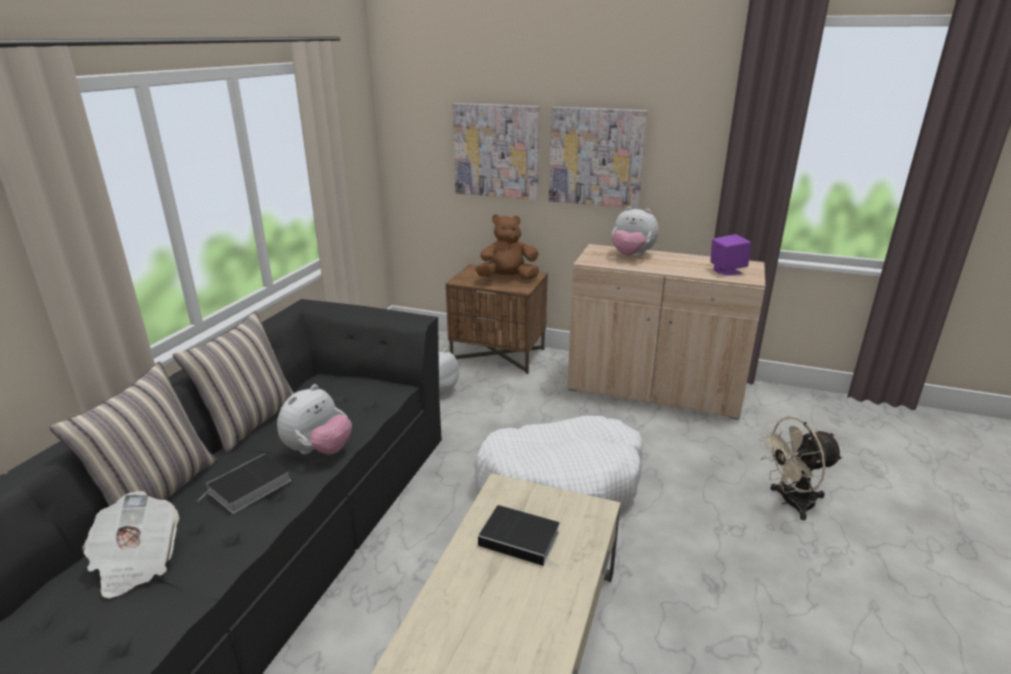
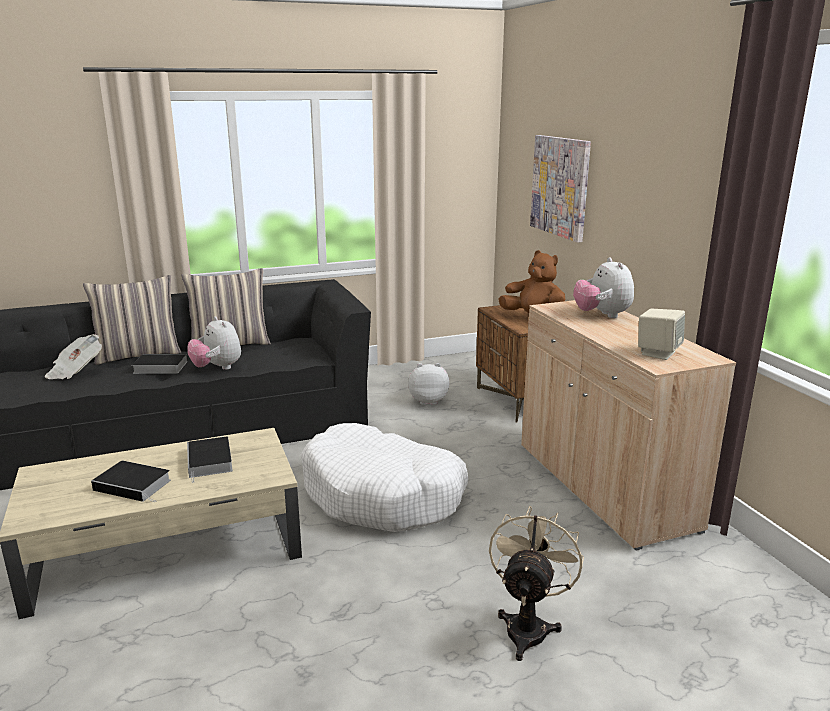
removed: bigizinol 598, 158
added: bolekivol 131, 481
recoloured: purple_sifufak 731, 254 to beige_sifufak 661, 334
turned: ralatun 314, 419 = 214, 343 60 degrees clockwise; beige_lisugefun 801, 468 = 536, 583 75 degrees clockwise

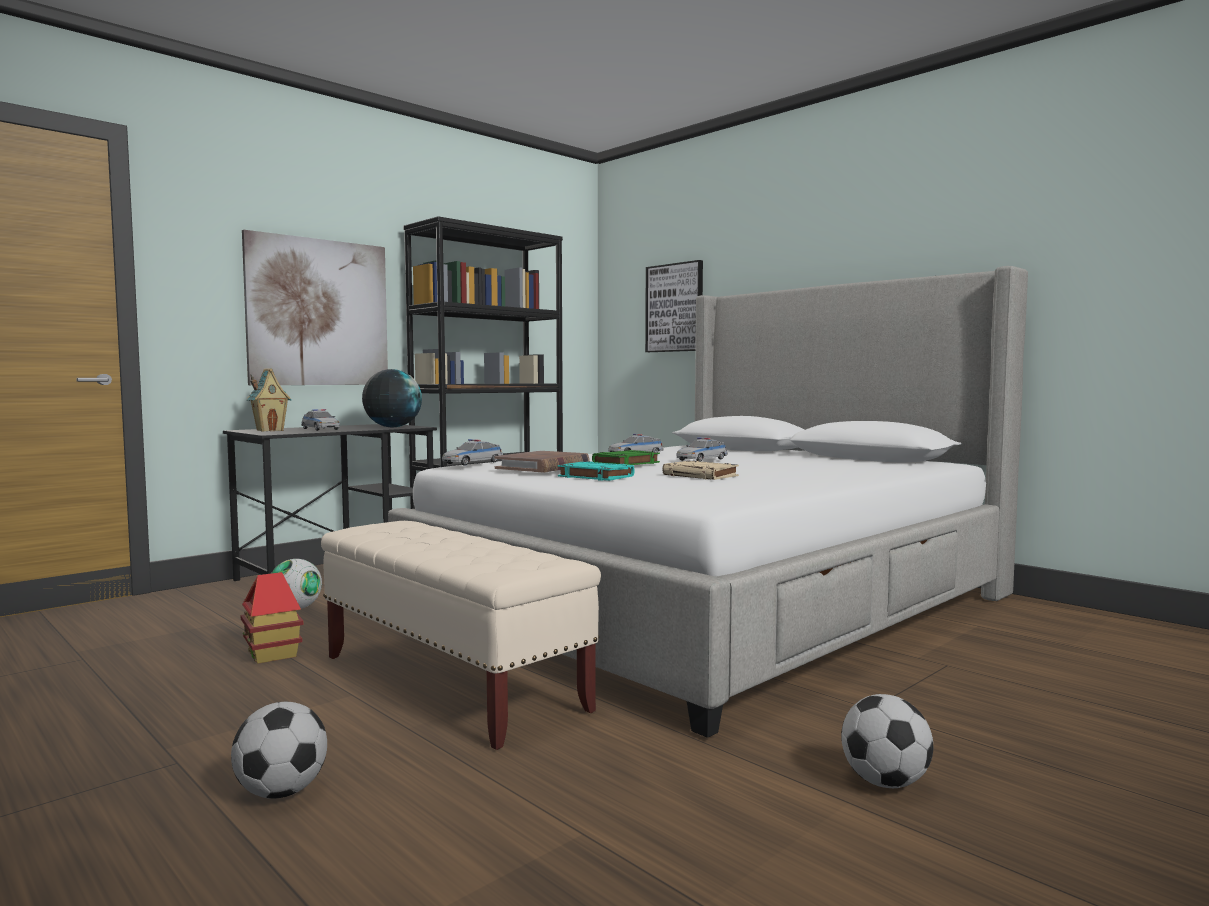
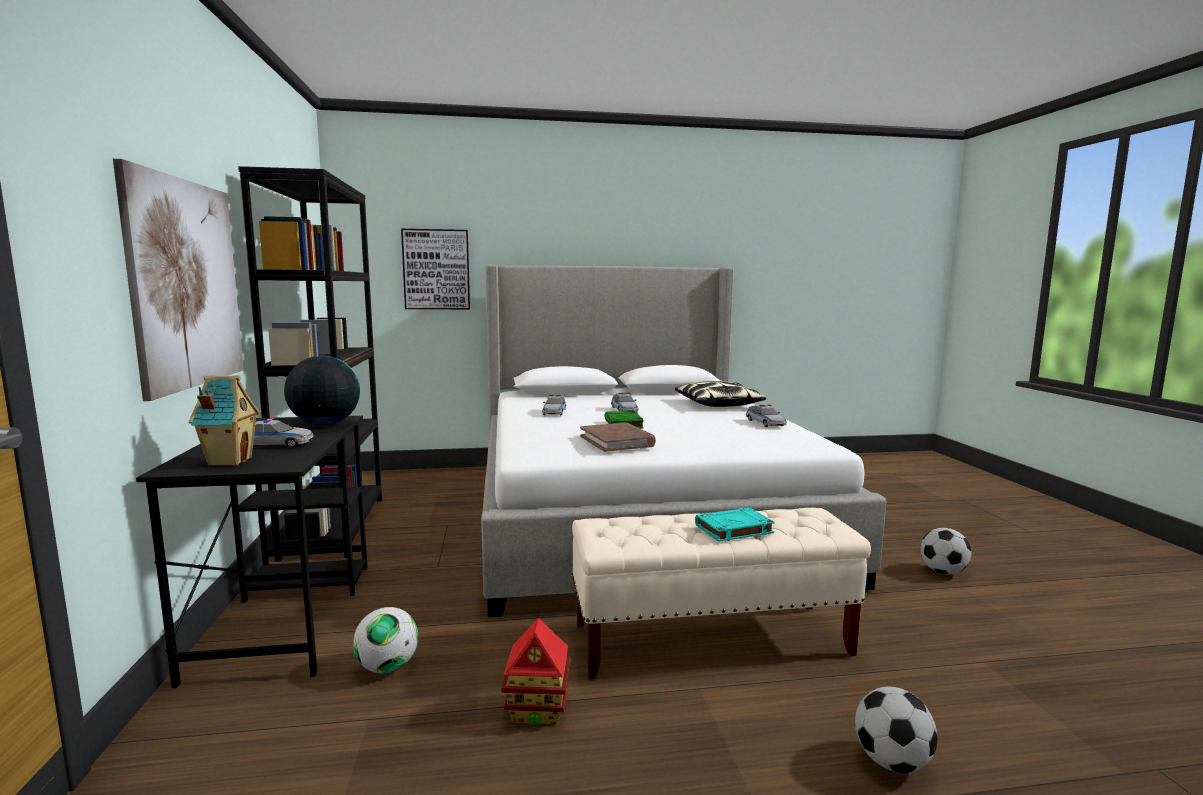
removed: beige_bolekivol 700, 470
added: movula 720, 394
moved: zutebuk 472, 452 to 766, 415; turquoise_bolekivol 596, 471 to 735, 525

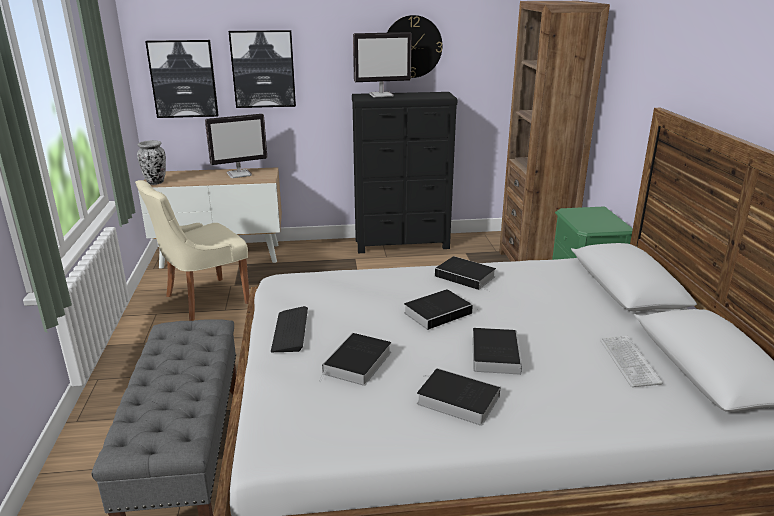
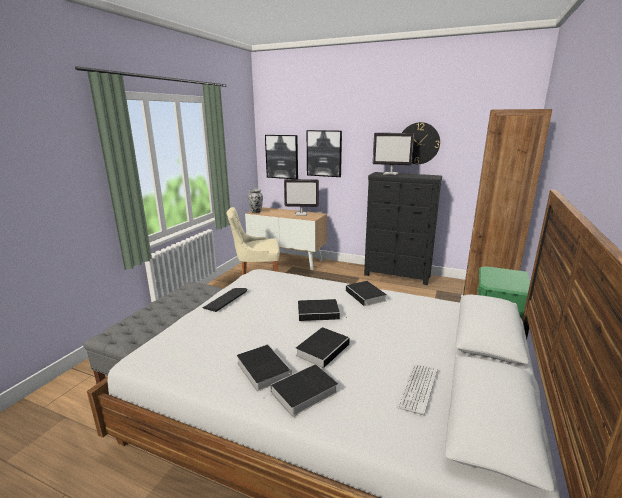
moved: bolekivol 355, 359 to 300, 390

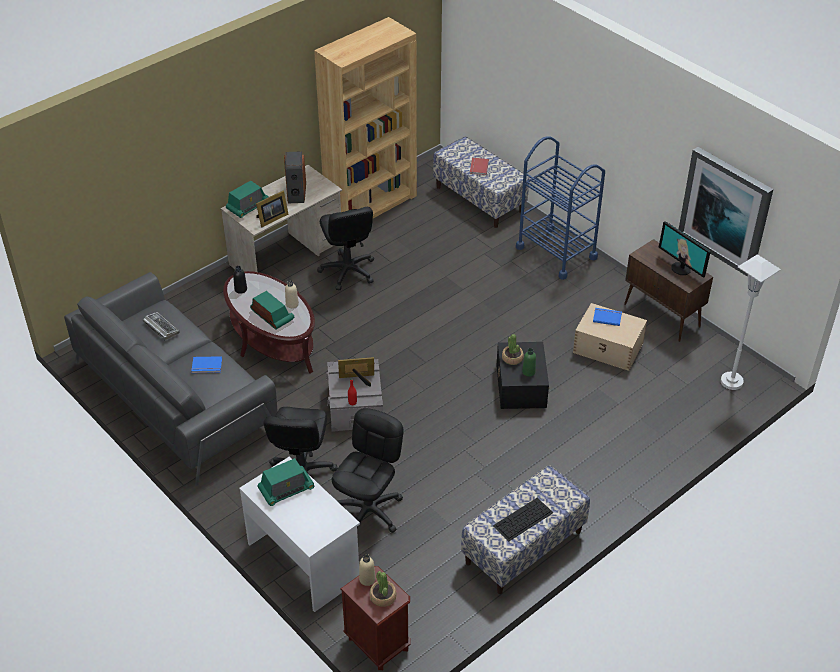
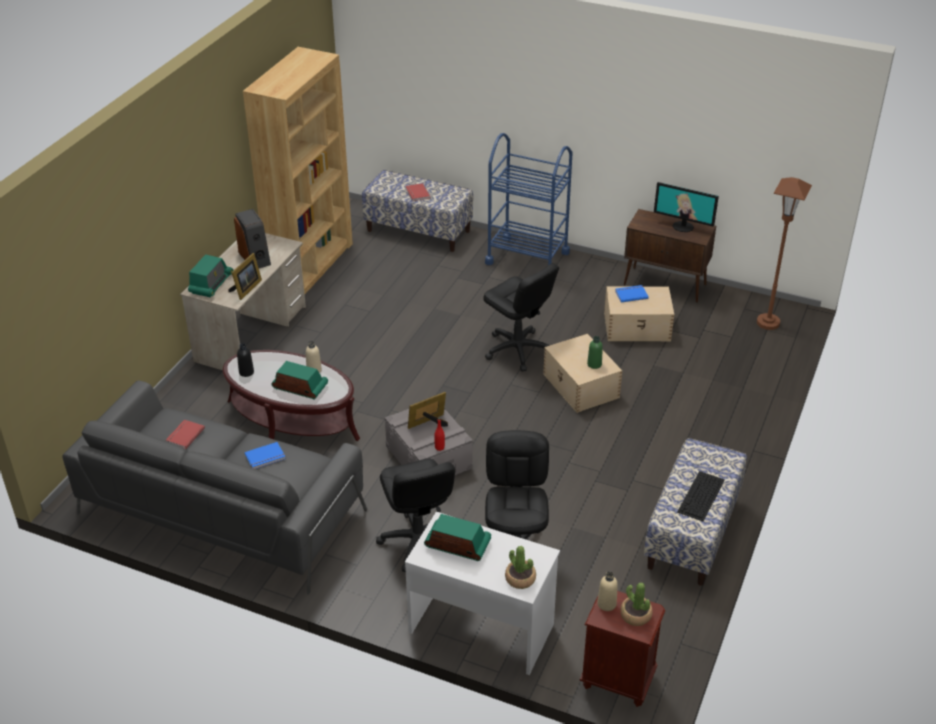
removed: bigizinol 725, 212
moved: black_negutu 345, 249 to 521, 317; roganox 513, 349 to 520, 567
replaced: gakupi 161, 326 to red_bolekivol 185, 434
recoloured: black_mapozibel 522, 375 to beige_mapozibel 582, 373; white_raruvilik 751, 322 to brown_raruvilik 784, 253
turned: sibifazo 285, 482 = 457, 537 105 degrees counterclockwise

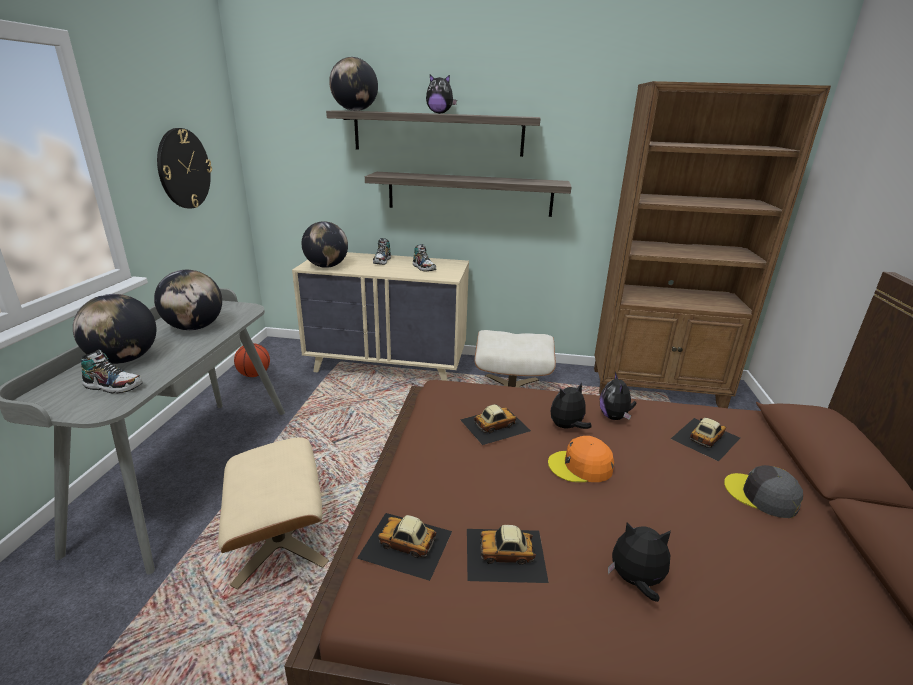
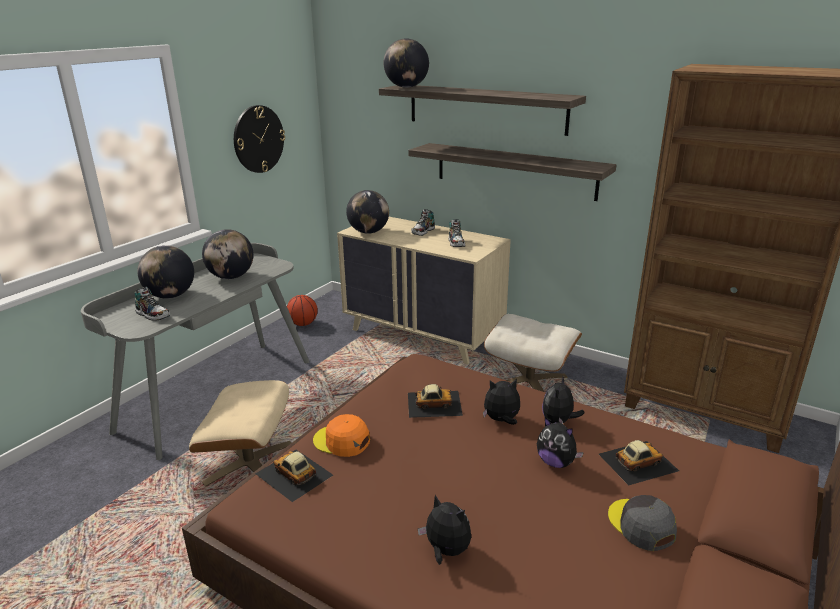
removed: zutebuk 508, 554
moved: ralatun 441, 94 to 560, 442; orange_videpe 581, 459 to 341, 435

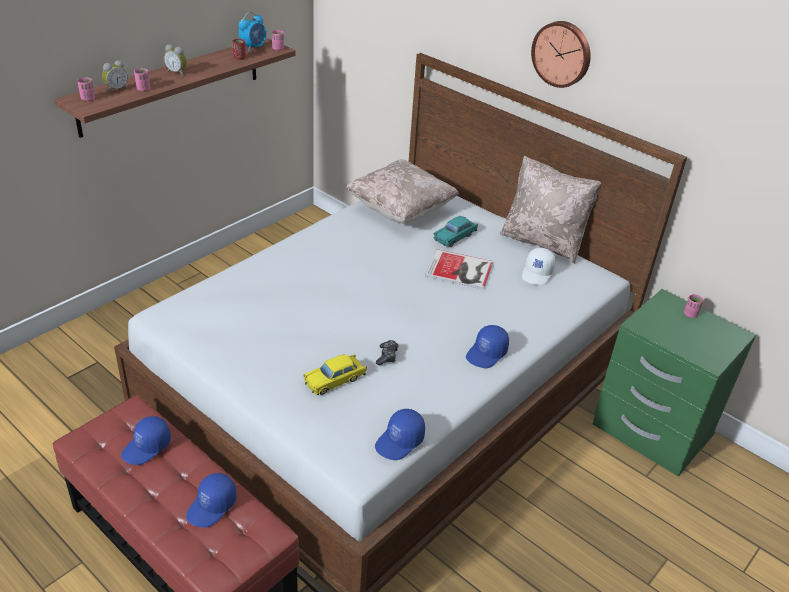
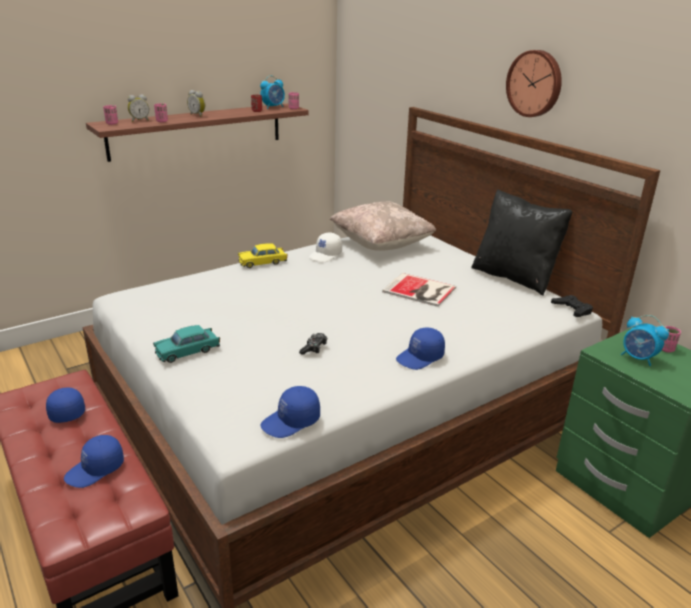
added: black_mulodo 572, 306; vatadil 645, 340
moved: yellow_zutebuk 335, 374 to 262, 255; turquoise_zutebuk 456, 231 to 186, 344; white_videpe 538, 266 to 325, 247
recoloured: beige_movula 550, 210 to black_movula 521, 242
turned: blue_videpe 146, 440 = 65, 405 105 degrees clockwise

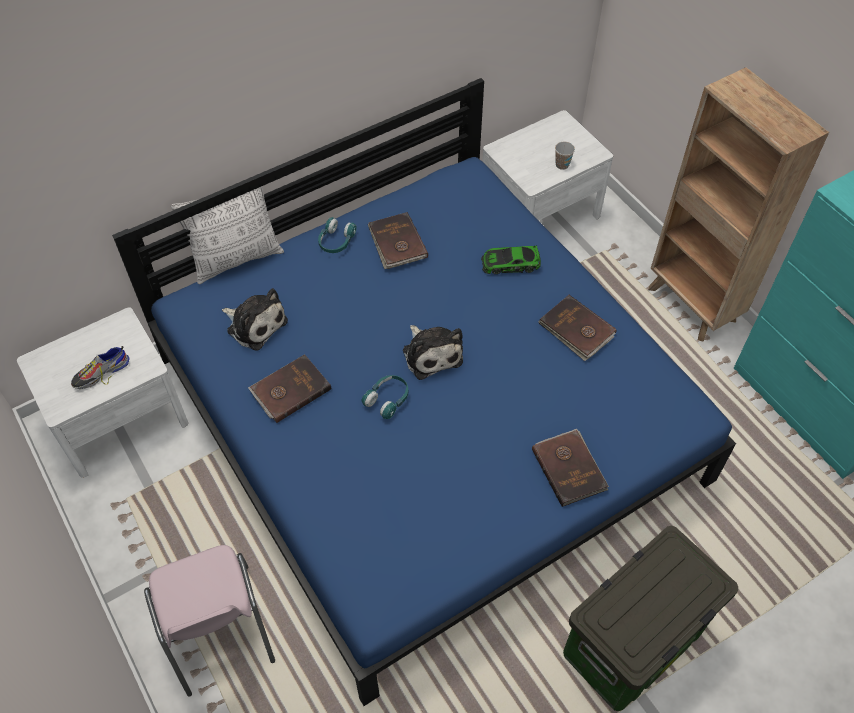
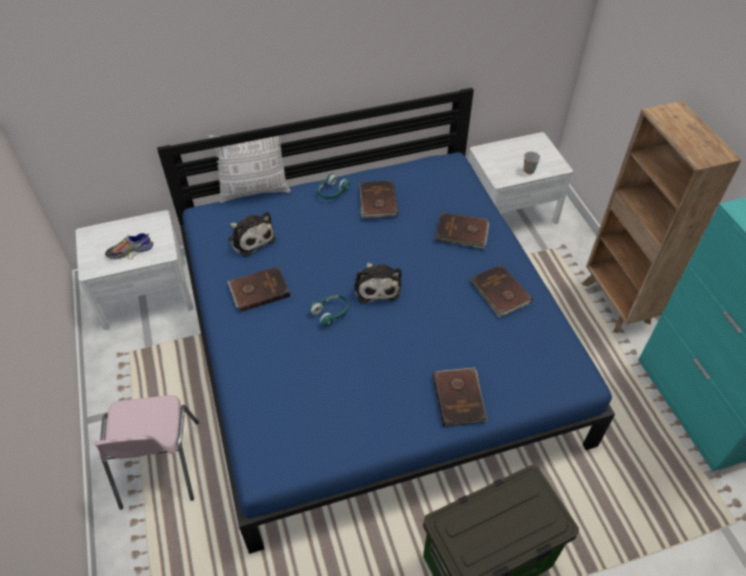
replaced: zutebuk 511, 260 to brown_bolekivol 462, 230

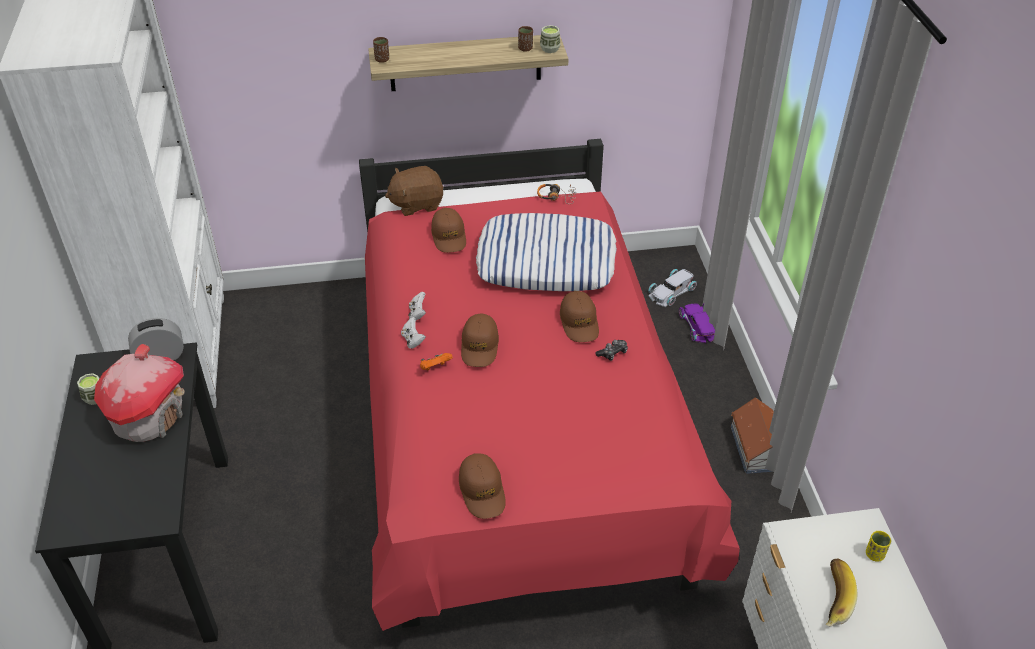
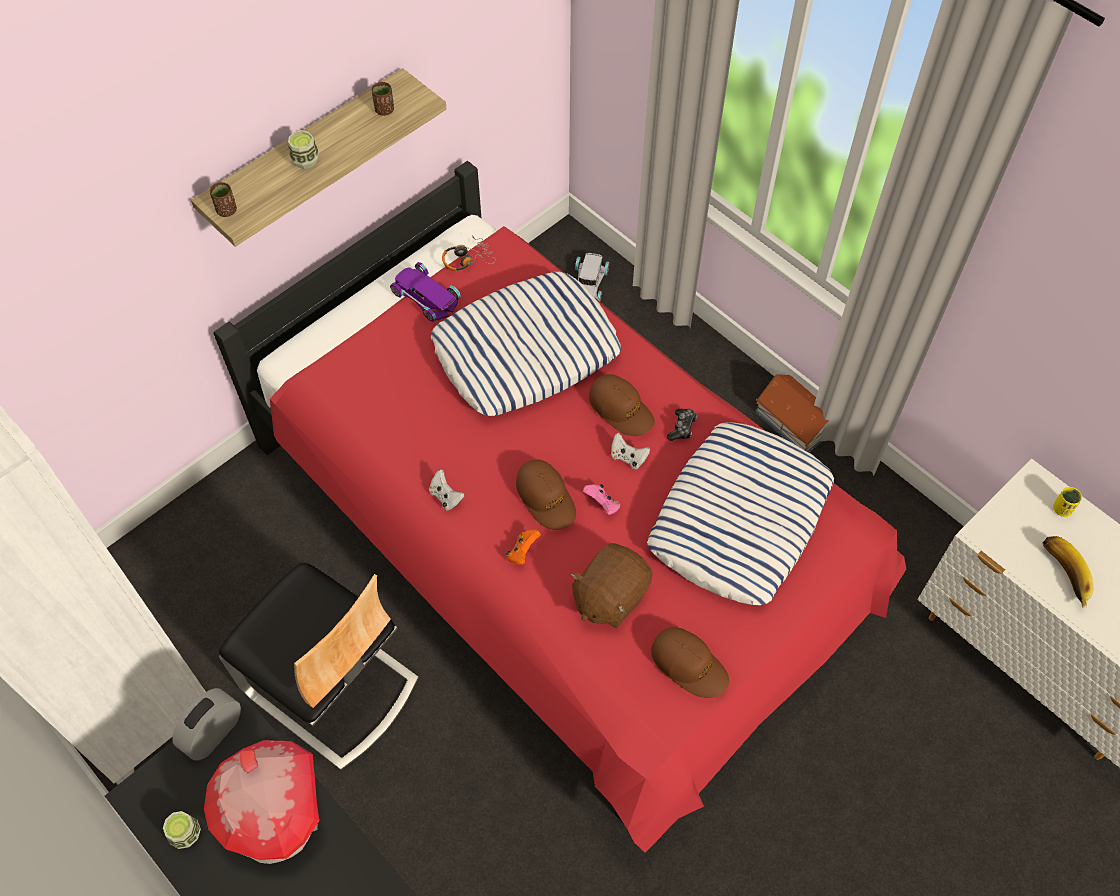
removed: brown_videpe 448, 230
added: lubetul 319, 666; pink_mulodo 601, 499; movula 740, 513
moved: brown_ralatun 414, 191 to 611, 585; white_mulodo 413, 333 to 630, 451; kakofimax 550, 39 to 303, 149; purple_zutebuk 697, 323 to 425, 292

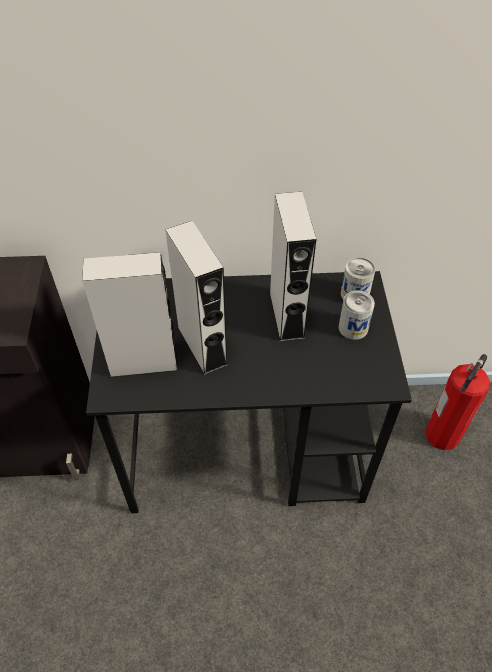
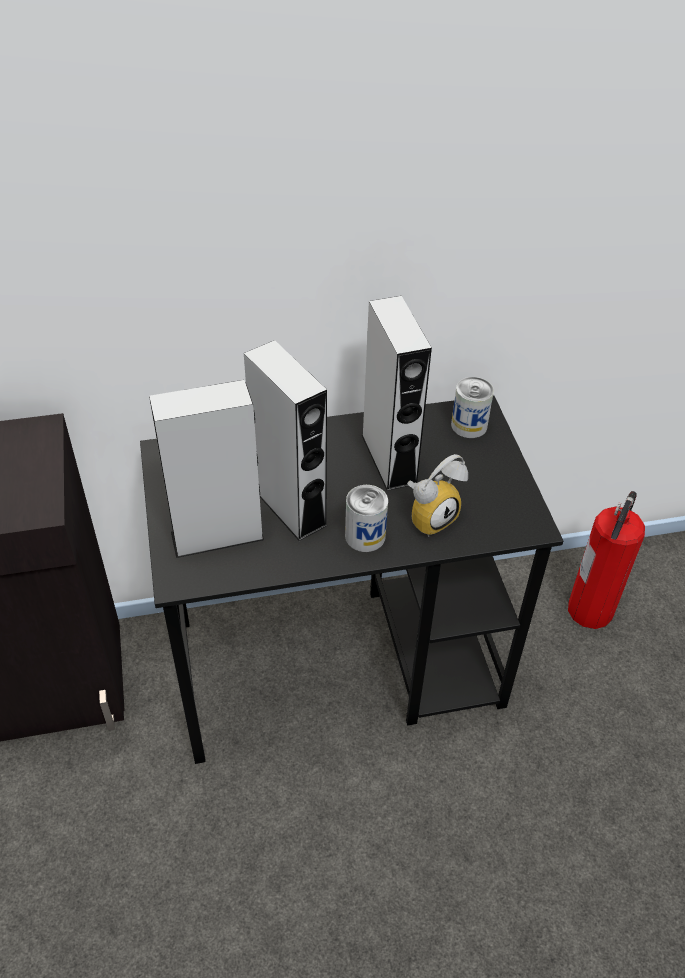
added: vatadil 437, 495
moved: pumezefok 357, 315 to 366, 518

